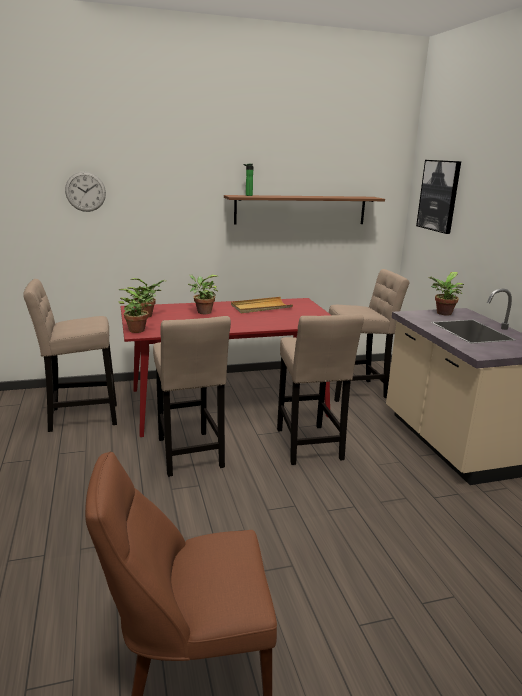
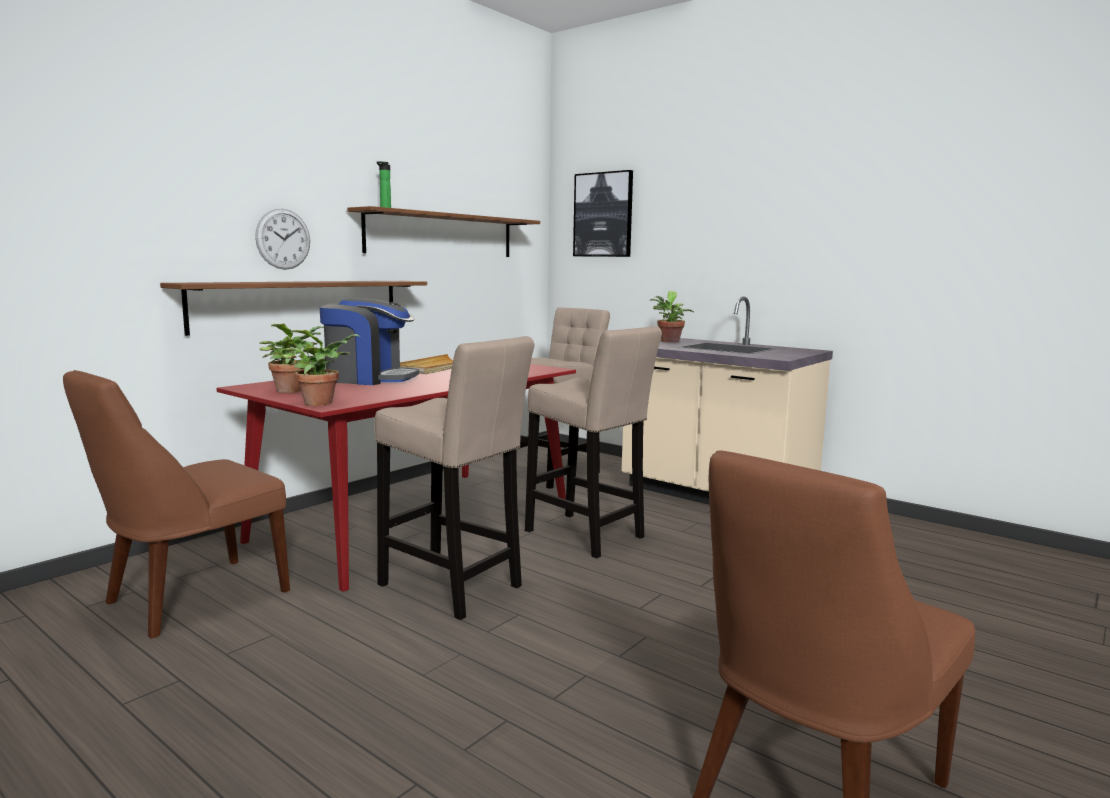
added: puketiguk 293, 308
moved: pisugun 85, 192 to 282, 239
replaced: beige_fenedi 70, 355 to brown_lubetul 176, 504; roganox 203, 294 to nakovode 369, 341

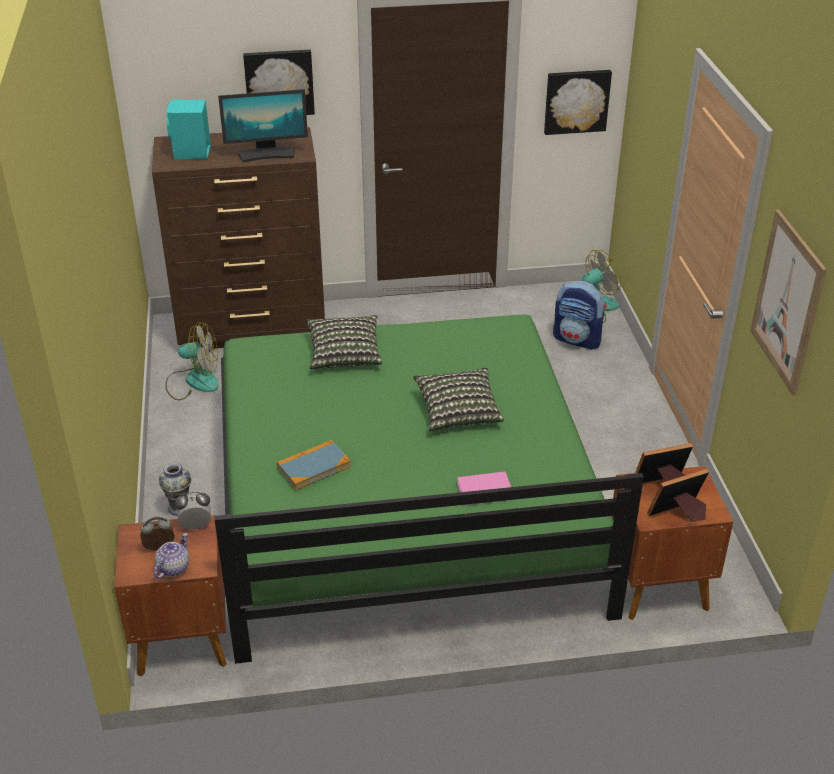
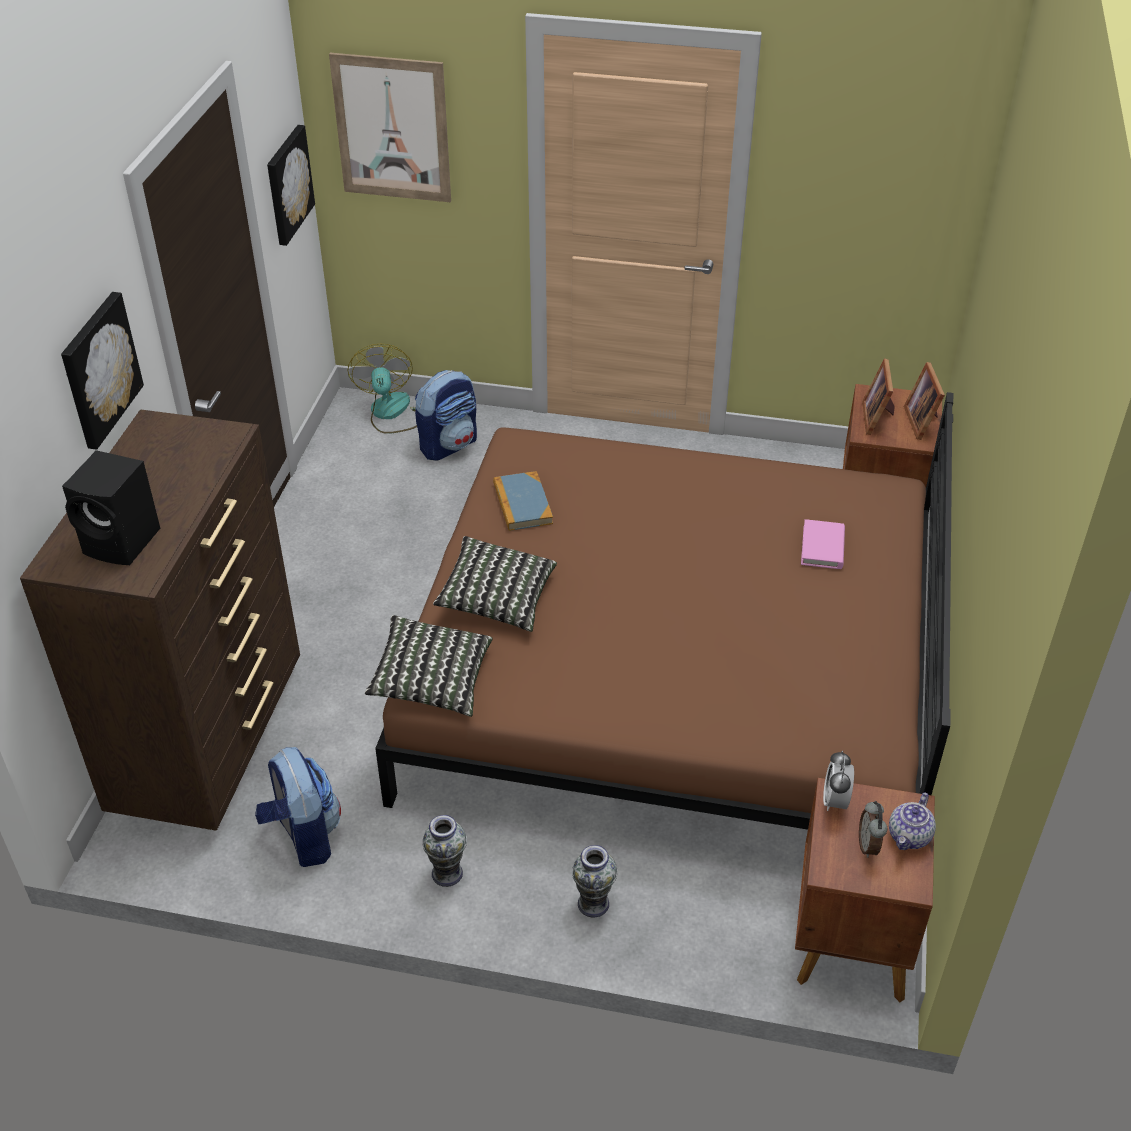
removed: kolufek 263, 125
added: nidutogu 444, 851
moved: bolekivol 314, 465 to 523, 501; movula 458, 399 to 428, 666; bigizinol 788, 303 to 390, 127
replaced: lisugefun 192, 361 to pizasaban 298, 807
recoloured: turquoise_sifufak 189, 129 to black_sifufak 111, 507; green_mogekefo 429, 489 to brown_mogekefo 664, 611
turned: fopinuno 171, 556 = 912, 821 105 degrees counterclockwise

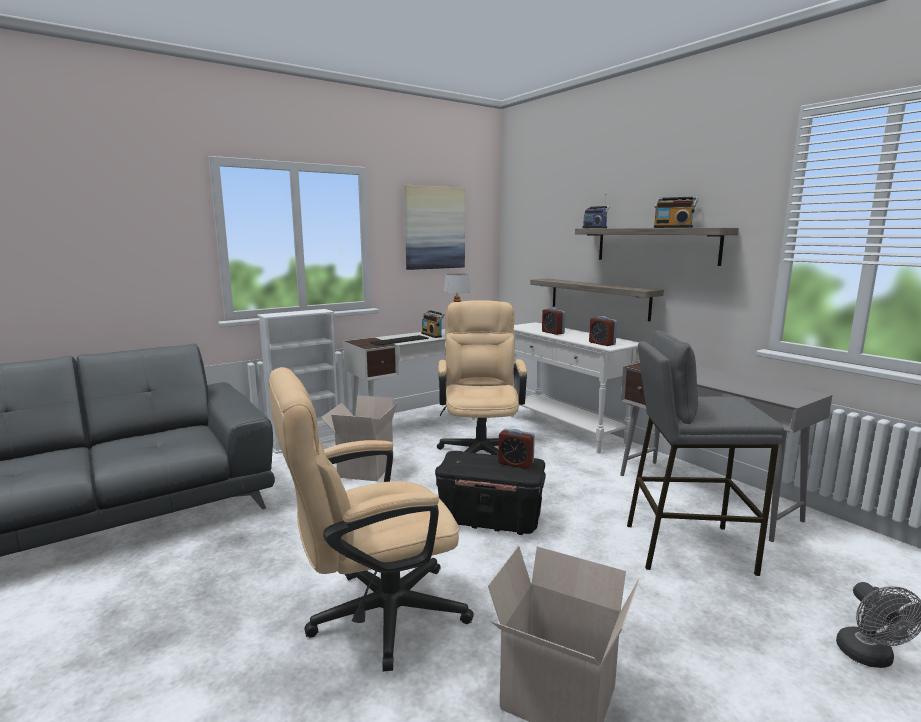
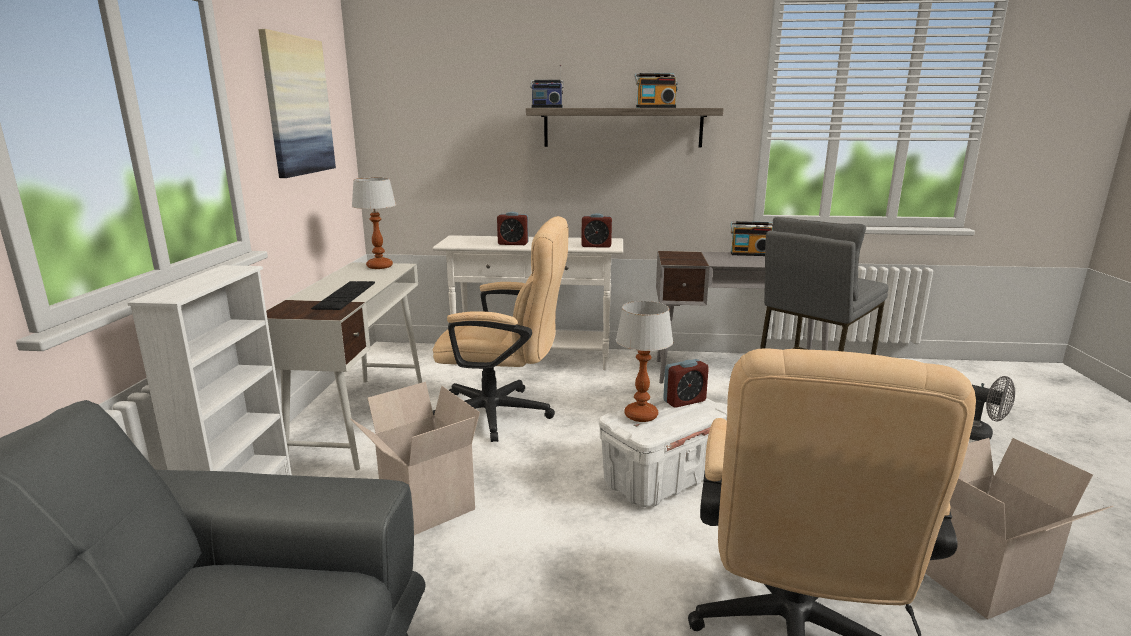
removed: puketiguk 597, 300
added: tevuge 644, 361
moved: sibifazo 433, 324 to 752, 238
recoloured: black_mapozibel 490, 493 to white_mapozibel 663, 451
turned: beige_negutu 482, 377 = 500, 329 150 degrees clockwise

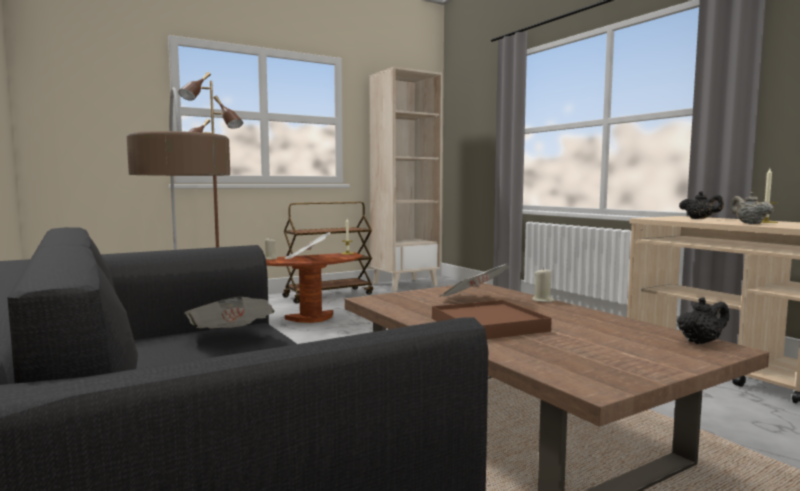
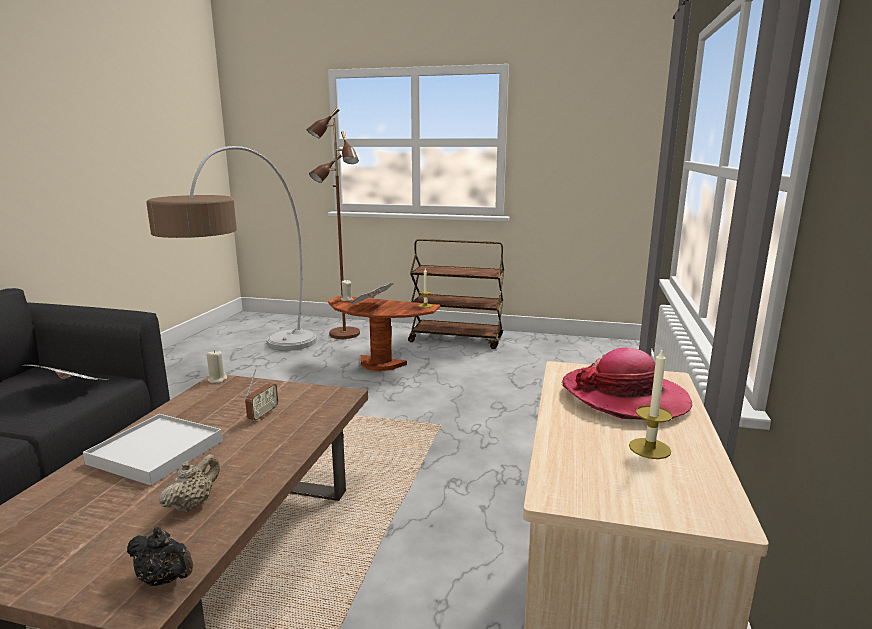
removed: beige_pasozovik 405, 179
moved: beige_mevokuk 543, 285 to 217, 366; beige_fopinuno 752, 208 to 189, 483
replaced: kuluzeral 474, 280 to sibifazo 261, 395; black_fopinuno 701, 205 to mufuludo 626, 384
recoloured: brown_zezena 492, 319 to white_zezena 153, 450

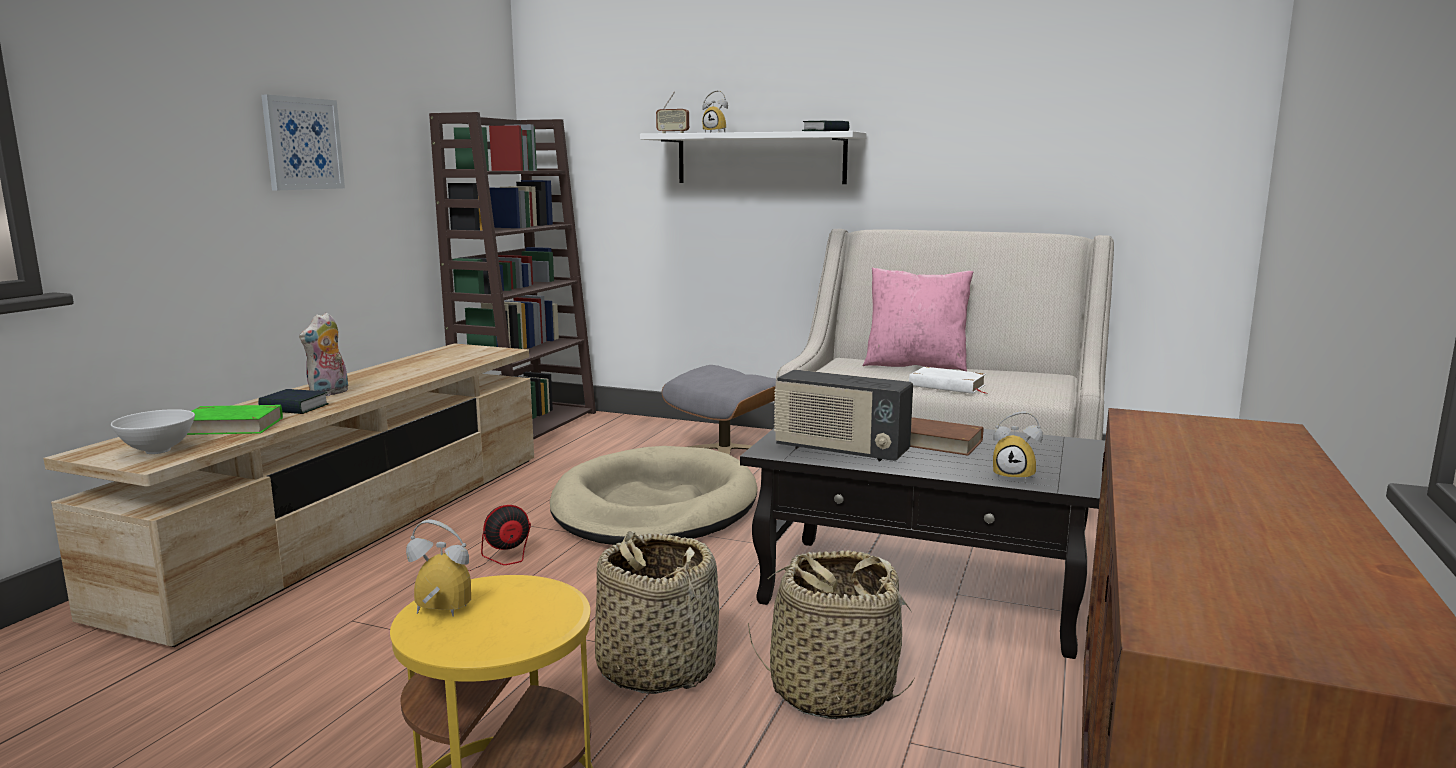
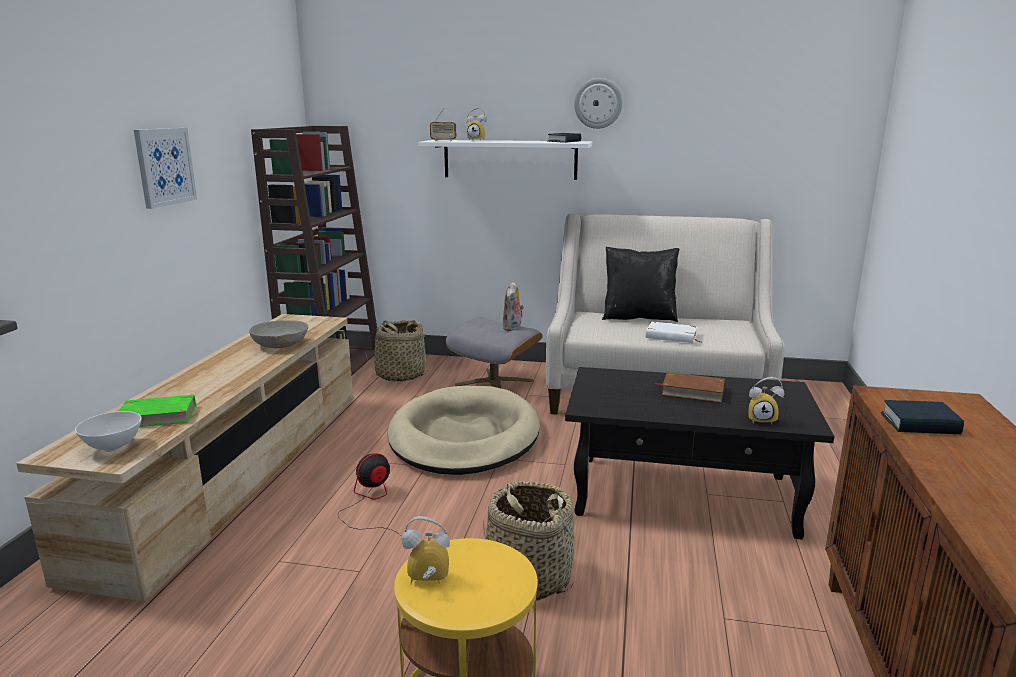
removed: sibifazo 843, 415
added: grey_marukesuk 278, 334; pisugun 598, 103
moved: bolekivol 293, 401 to 922, 417; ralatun 323, 354 to 513, 306; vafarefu 831, 635 to 398, 351
recoloured: pink_movula 918, 319 to black_movula 640, 284

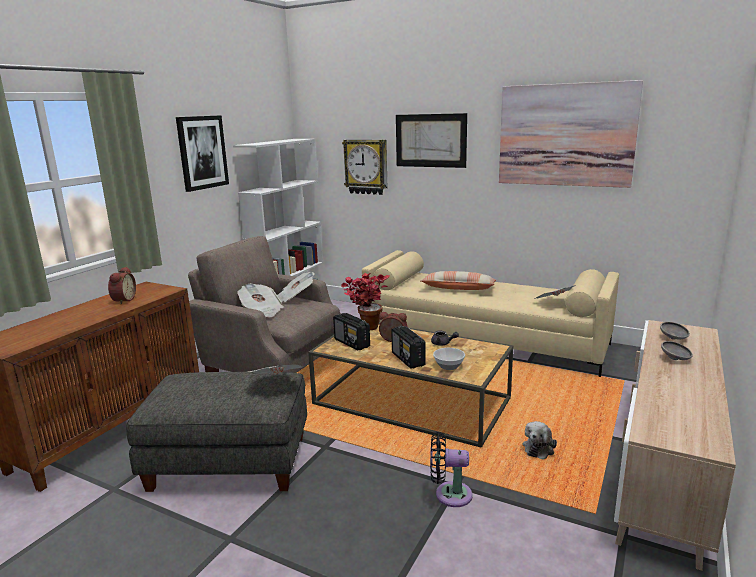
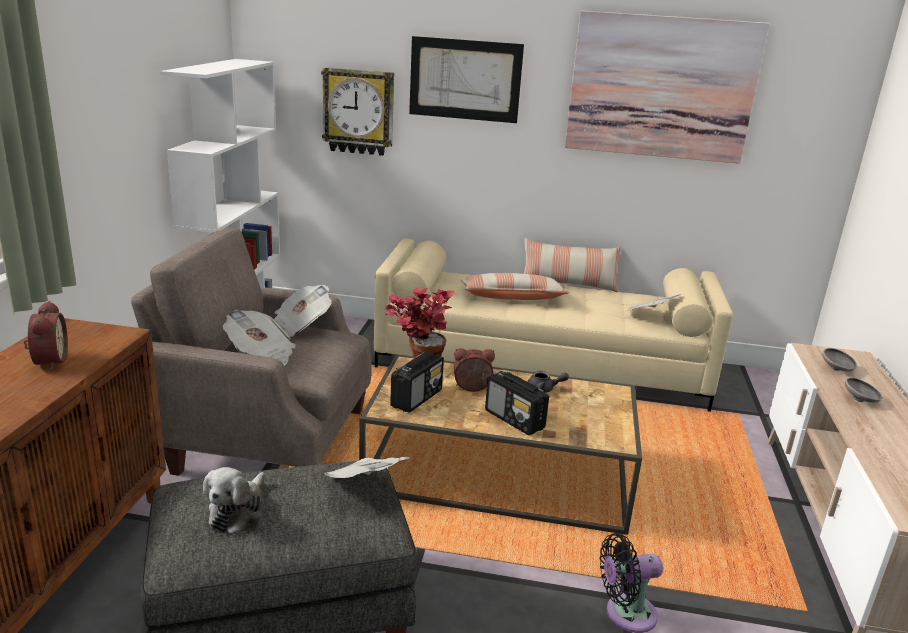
removed: bigizinol 202, 153; marukesuk 449, 359
added: movula 572, 265
moved: ralatun 539, 440 to 234, 501
turned: sibifazo 351, 332 = 417, 382 90 degrees counterclockwise

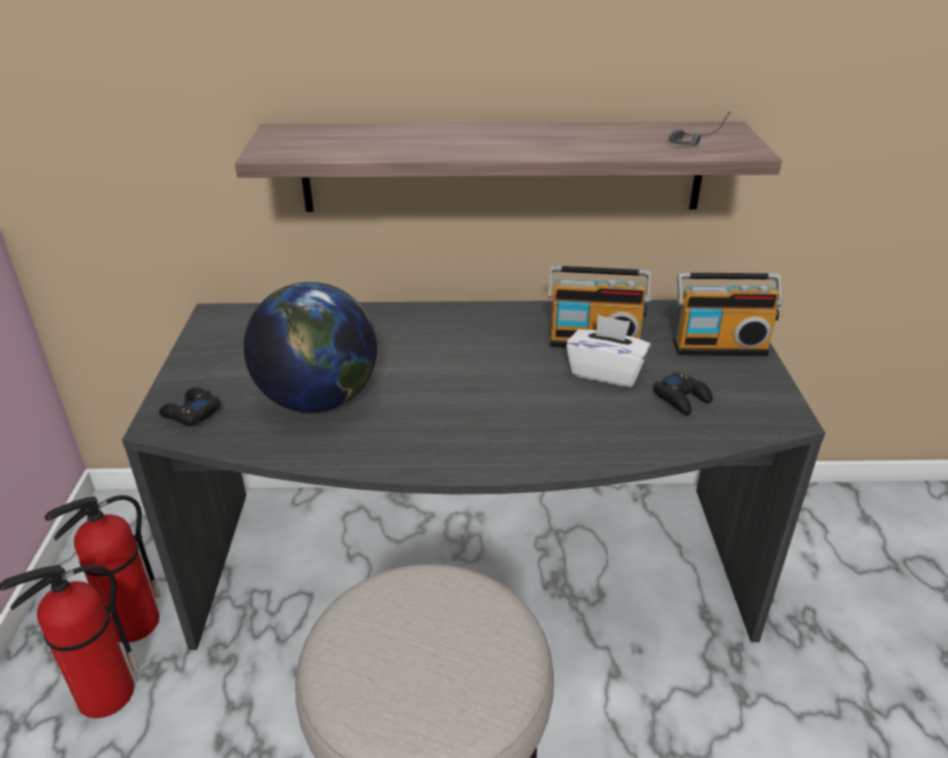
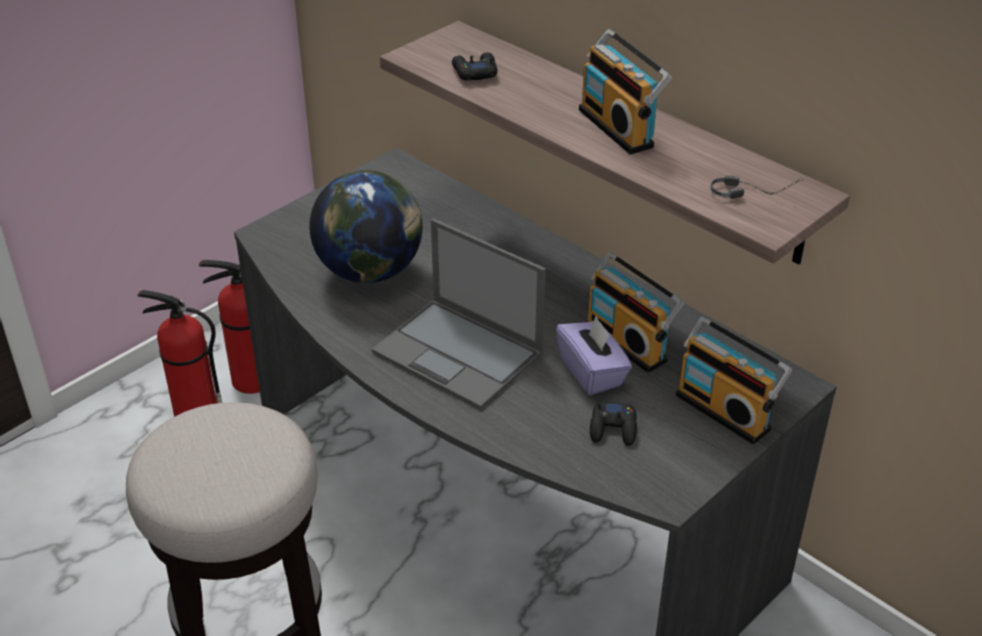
added: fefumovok 459, 313; sibifazo 625, 92
moved: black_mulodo 189, 406 to 474, 66
recoloured: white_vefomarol 608, 351 to purple_vefomarol 594, 355

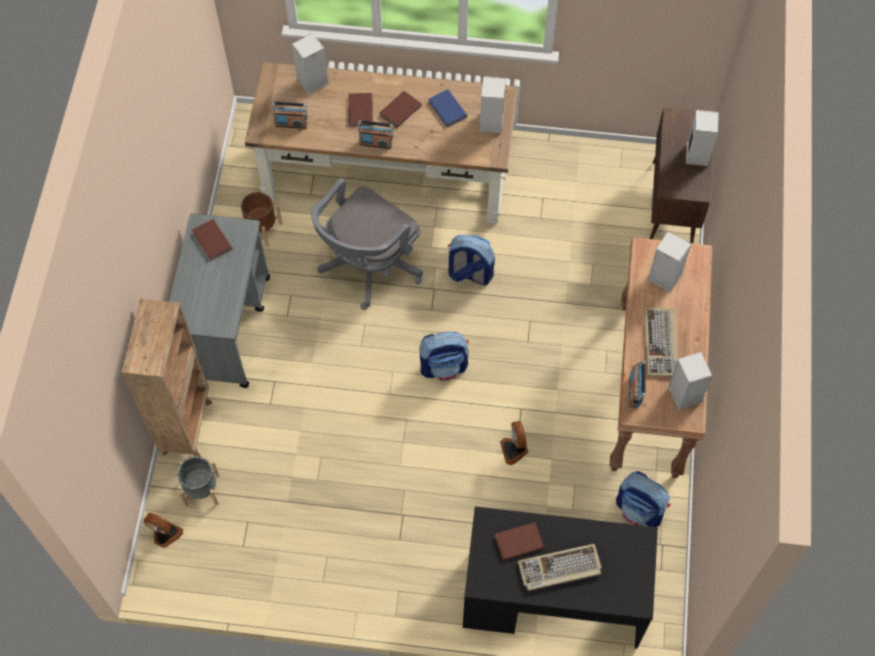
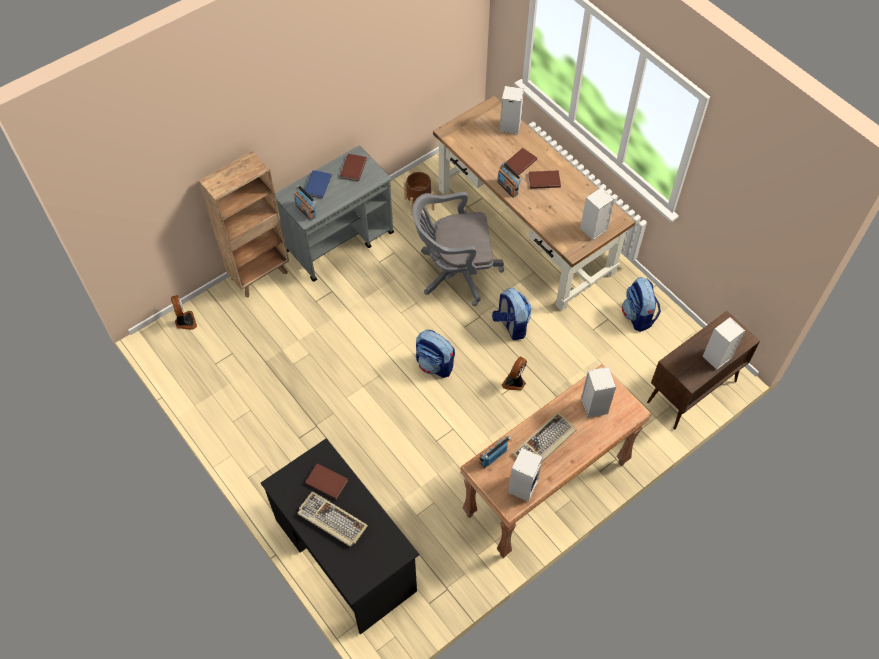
removed: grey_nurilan 198, 481
moved: sibifazo 289, 115 to 305, 202; blue_bolekivol 448, 108 to 318, 184; lisugefun 514, 443 to 514, 373; pizasaban 643, 499 to 641, 304

